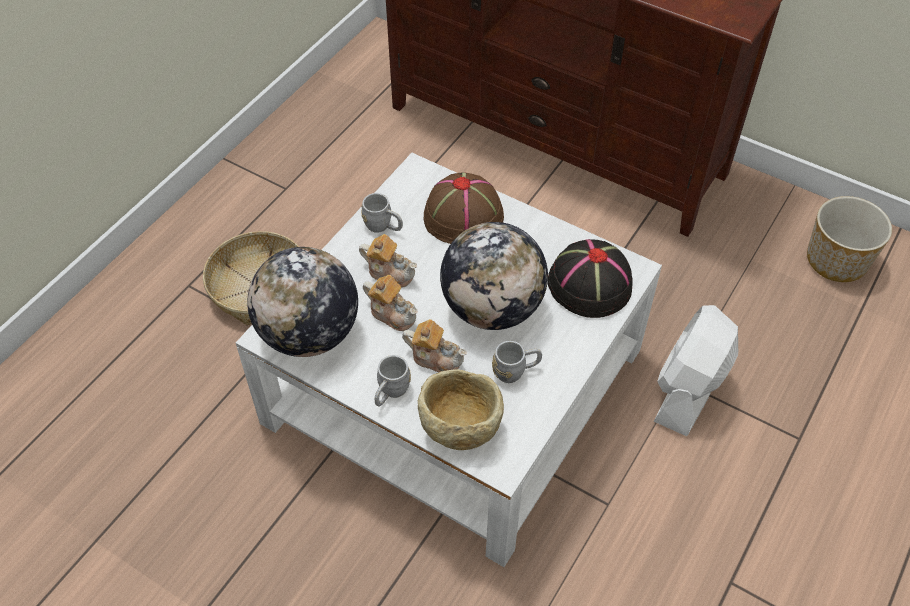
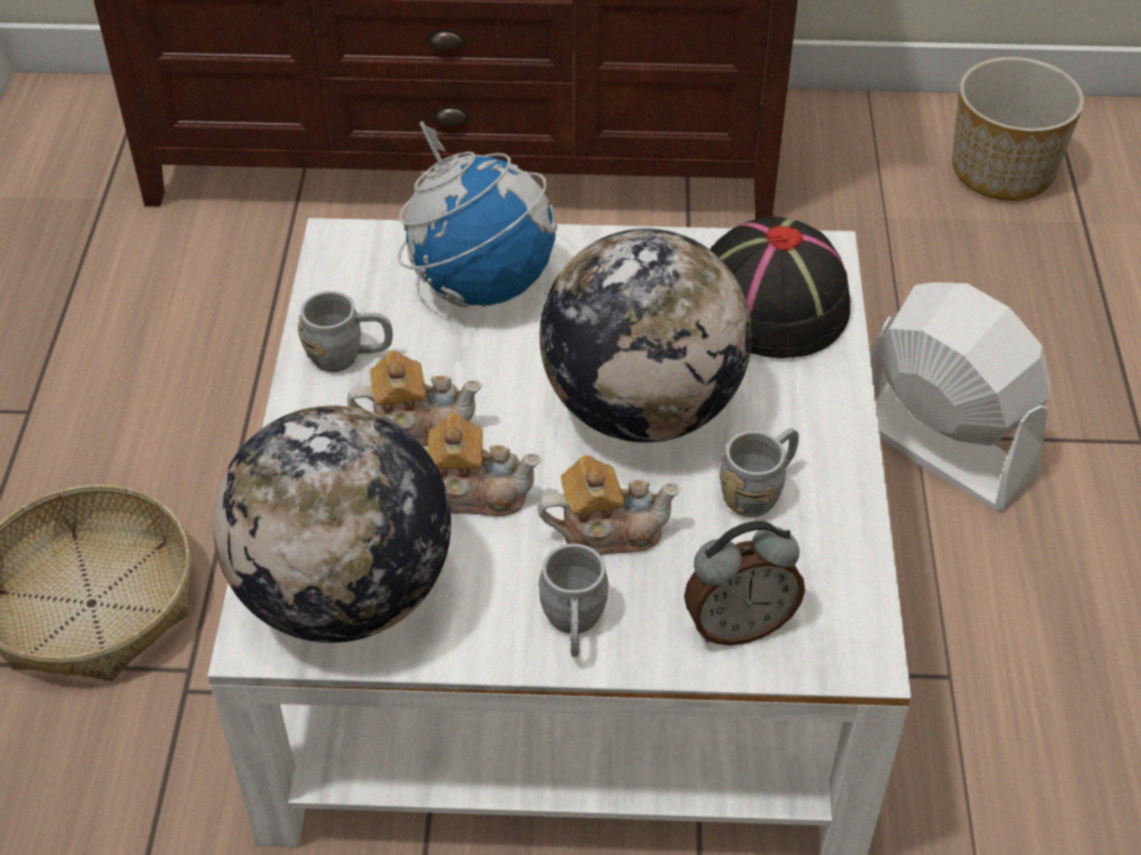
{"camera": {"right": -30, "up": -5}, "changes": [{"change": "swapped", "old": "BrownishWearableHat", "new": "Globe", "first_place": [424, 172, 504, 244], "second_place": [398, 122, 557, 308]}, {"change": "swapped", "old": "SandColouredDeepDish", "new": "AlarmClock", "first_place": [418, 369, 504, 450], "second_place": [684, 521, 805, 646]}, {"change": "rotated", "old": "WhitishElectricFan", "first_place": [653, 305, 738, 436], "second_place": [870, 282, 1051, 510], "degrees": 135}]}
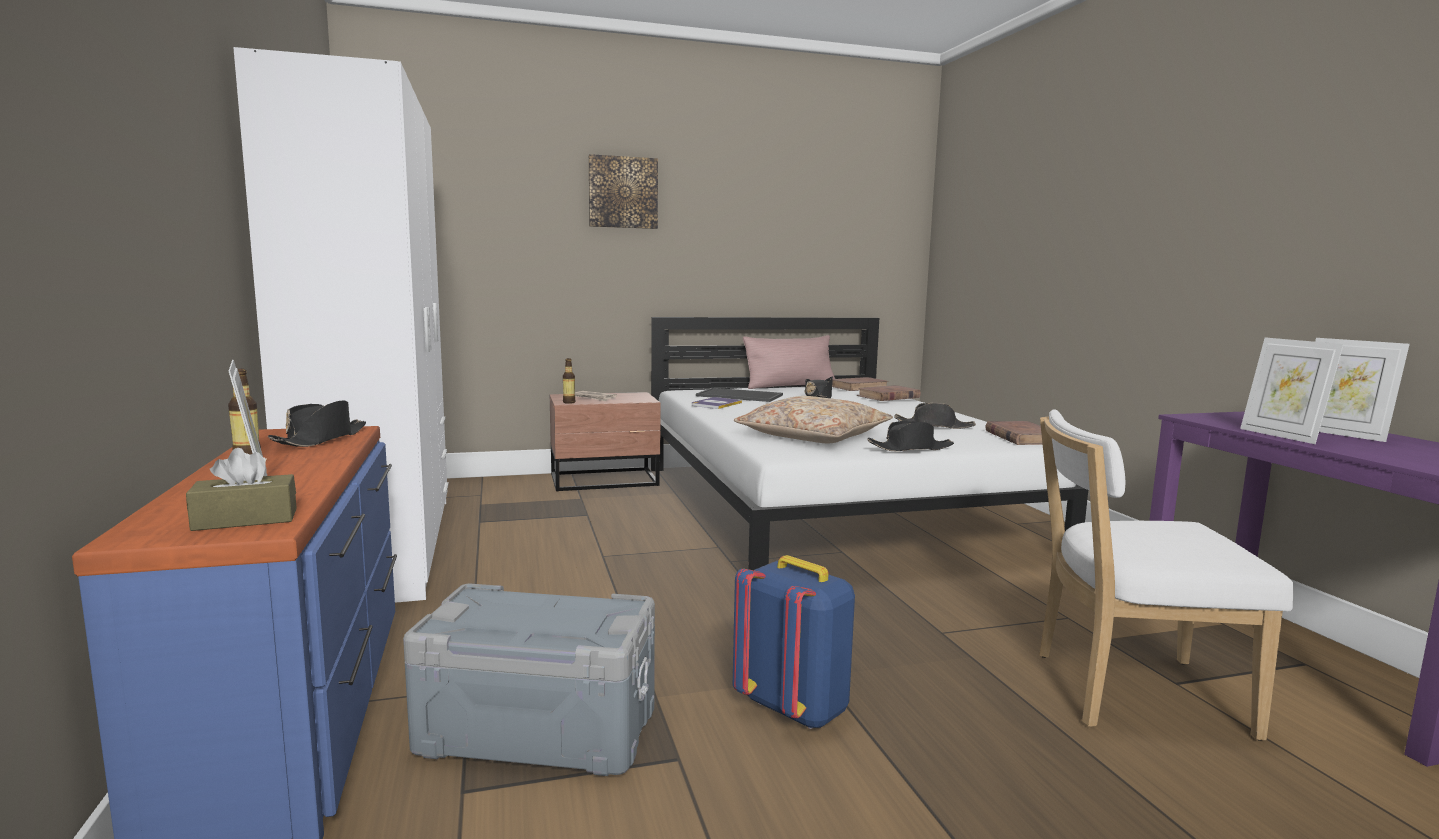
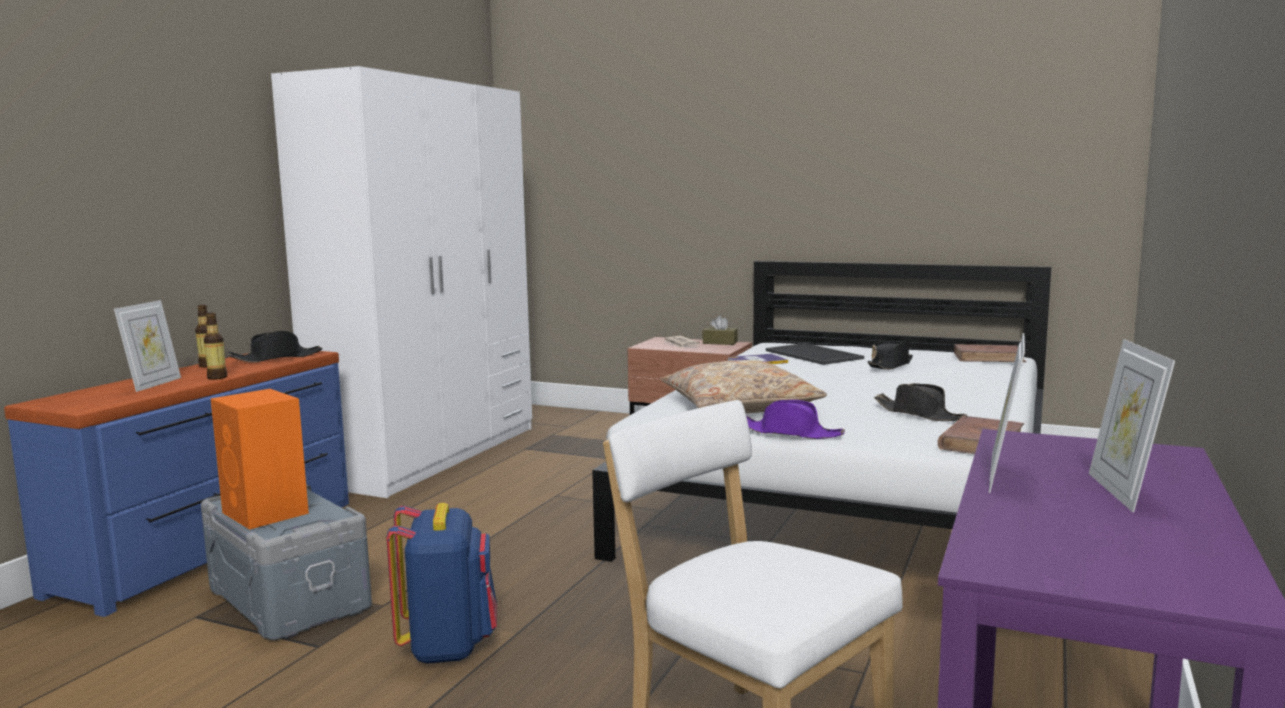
{"camera": {"right": 40, "up": 0}, "changes": [{"change": "shifted", "old": "Bottle", "first_place": [563, 358, 575, 404], "second_place": [204, 313, 227, 380]}, {"change": "new", "new": "OrangeColouredAudioSpeaker", "second_place": [211, 389, 309, 530]}, {"change": "shifted", "old": "BrownishBoxOfTissues", "first_place": [186, 448, 297, 531], "second_place": [703, 316, 738, 345]}, {"change": "repainted", "old": "BlackWearableHat", "new": "PurpleWearableHat", "first_place": [867, 421, 954, 451], "second_place": [746, 400, 845, 439]}, {"change": "gone", "old": "WallPicture", "first_place": [589, 154, 658, 229]}, {"change": "gone", "old": "PinkColouredCushion", "first_place": [743, 335, 835, 389]}, {"change": "gone", "old": "BrownishBoundBook", "first_place": [857, 385, 921, 401]}]}
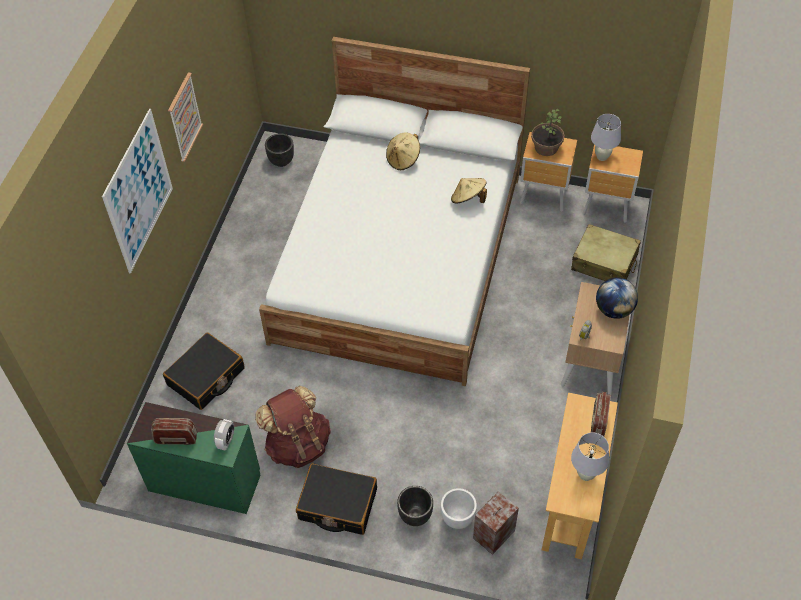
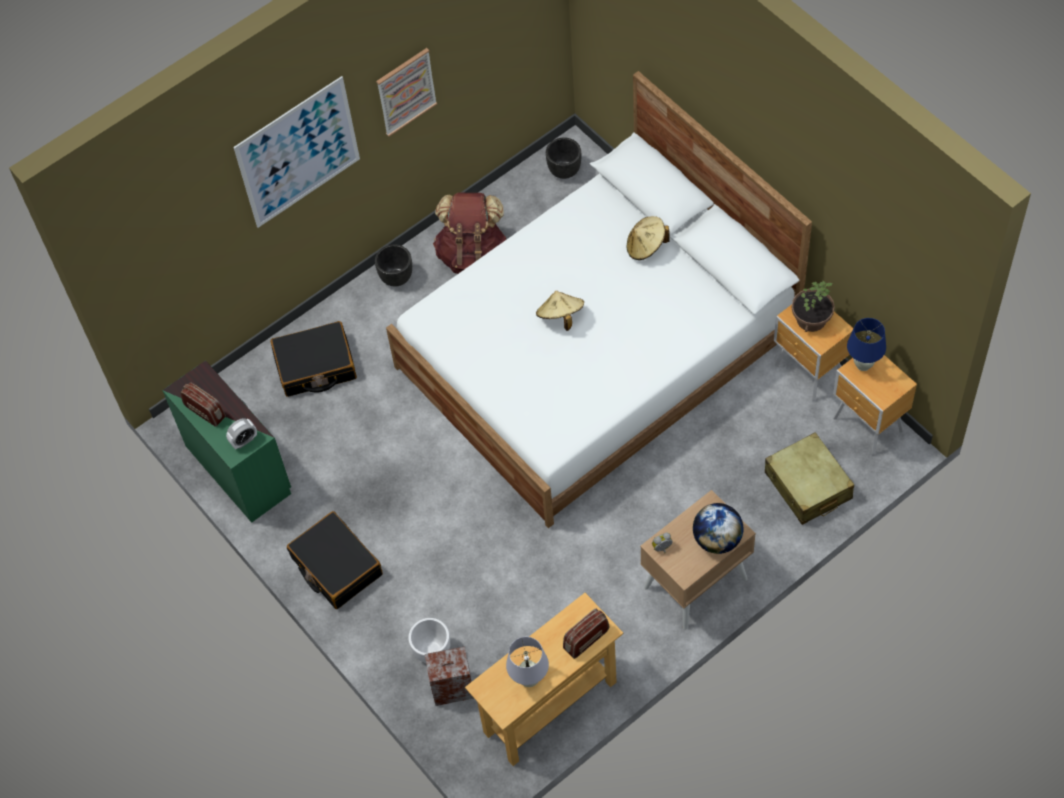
{"camera": {"right": 40, "up": 5}, "changes": [{"change": "shifted", "old": "BlackPlantPot", "first_place": [397, 486, 433, 526], "second_place": [375, 244, 412, 287]}, {"change": "shifted", "old": "BrownishBackpack", "first_place": [255, 386, 331, 468], "second_place": [433, 193, 506, 274]}, {"change": "shifted", "old": "SandColouredWearableHat", "first_place": [451, 178, 487, 203], "second_place": [536, 291, 584, 331]}, {"change": "repainted", "old": "WhitishTableLamp", "new": "BluishTableLamp", "first_place": [591, 114, 621, 161], "second_place": [847, 318, 886, 371]}]}
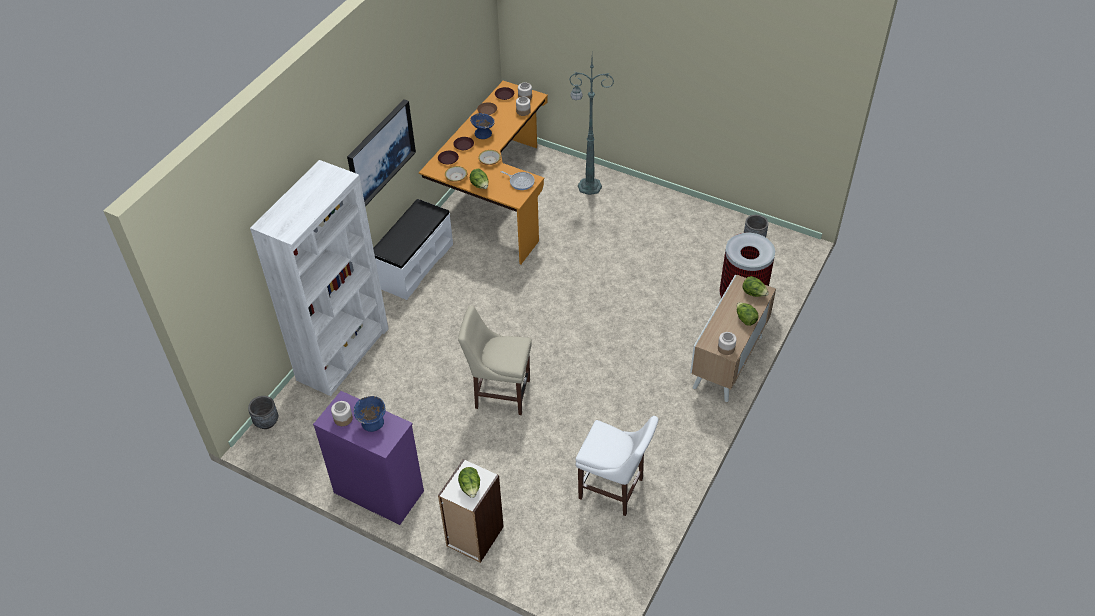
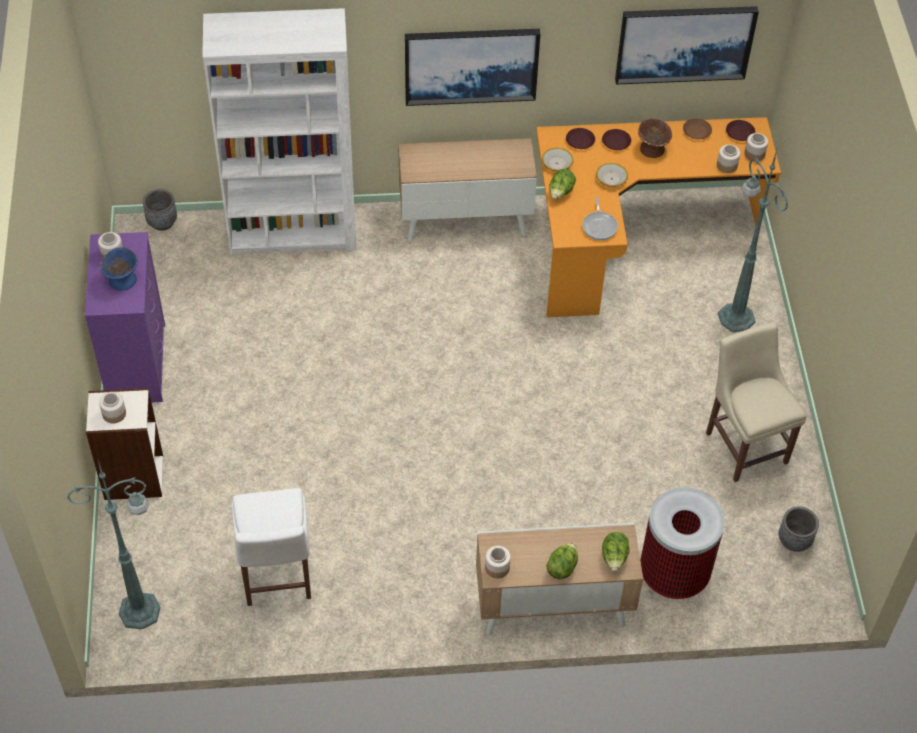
{"camera": {"right": 55, "up": 5}, "changes": [{"change": "new", "new": "GreenishStandingLamp", "second_place": [67, 460, 160, 629]}, {"change": "swapped", "old": "LettuceHead", "new": "StorageJar", "first_place": [458, 467, 480, 498], "second_place": [99, 392, 126, 423]}, {"change": "swapped", "old": "WhitishBench", "new": "Cupboard", "first_place": [373, 199, 453, 300], "second_place": [399, 138, 537, 241]}, {"change": "new", "new": "WallPicture", "second_place": [615, 6, 759, 85]}, {"change": "repainted", "old": "BluishDeepDish", "new": "BrownishDeepDish", "first_place": [470, 113, 495, 139], "second_place": [638, 118, 672, 158]}, {"change": "shifted", "old": "SandColouredPlainChair", "first_place": [458, 306, 532, 415], "second_place": [706, 322, 807, 482]}]}
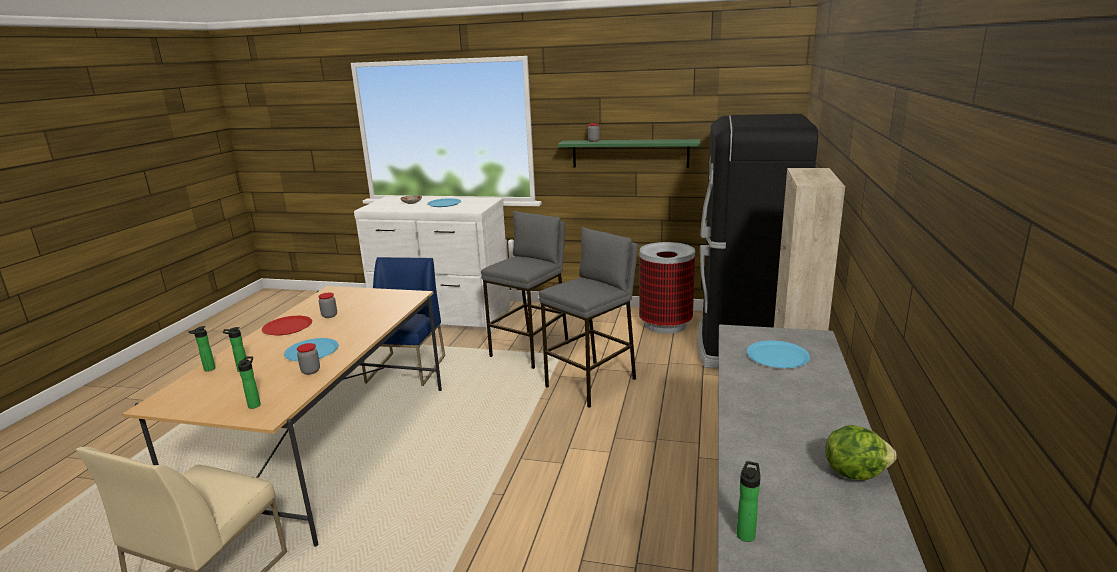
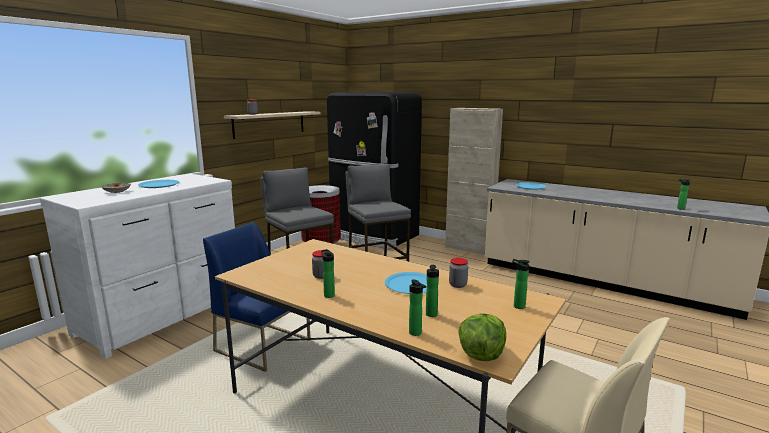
{"camera": {"right": -70, "up": -5}, "changes": [{"change": "repainted", "old": "GreenishShelf", "new": "SandColouredShelf", "first_place": [558, 139, 701, 168], "second_place": [224, 111, 321, 139]}, {"change": "swapped", "old": "RedColouredDinnerPlate", "new": "Bottle", "first_place": [262, 316, 312, 335], "second_place": [321, 249, 335, 298]}, {"change": "shifted", "old": "LettuceHead", "first_place": [825, 425, 897, 480], "second_place": [459, 313, 506, 361]}]}
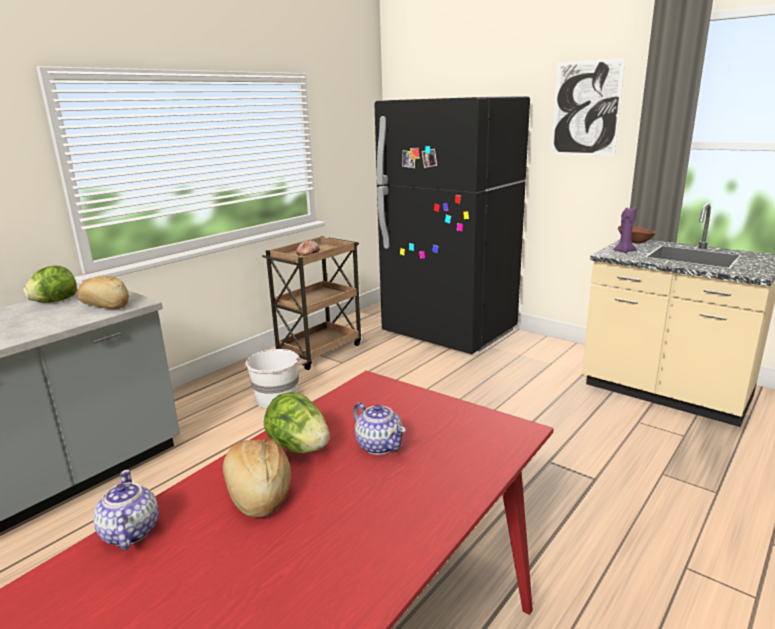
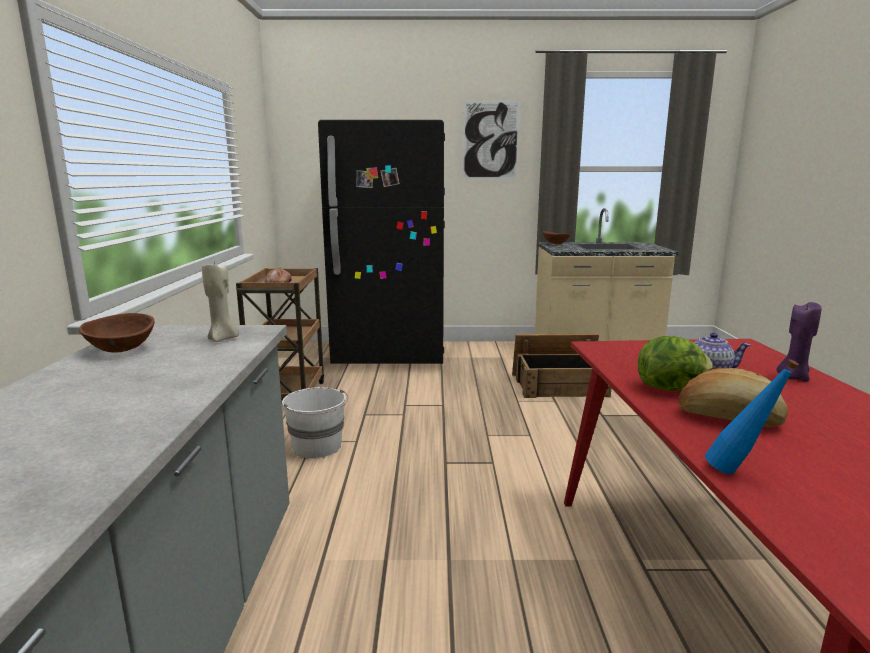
{"camera": {"right": -40, "up": -5}, "changes": [{"change": "swapped", "old": "LettuceHead", "new": "BrownishDeepDish", "first_place": [23, 265, 77, 303], "second_place": [79, 313, 155, 353]}, {"change": "swapped", "old": "Bread", "new": "SandColouredWaxLight", "first_place": [77, 276, 129, 309], "second_place": [202, 263, 239, 342]}, {"change": "new", "new": "ShippingCrate", "second_place": [512, 334, 611, 398]}, {"change": "swapped", "old": "Teapot", "new": "BluishBottle", "first_place": [93, 470, 159, 550], "second_place": [705, 359, 799, 474]}, {"change": "shifted", "old": "PurpleWaxLight", "first_place": [613, 207, 637, 253], "second_place": [776, 302, 822, 382]}]}
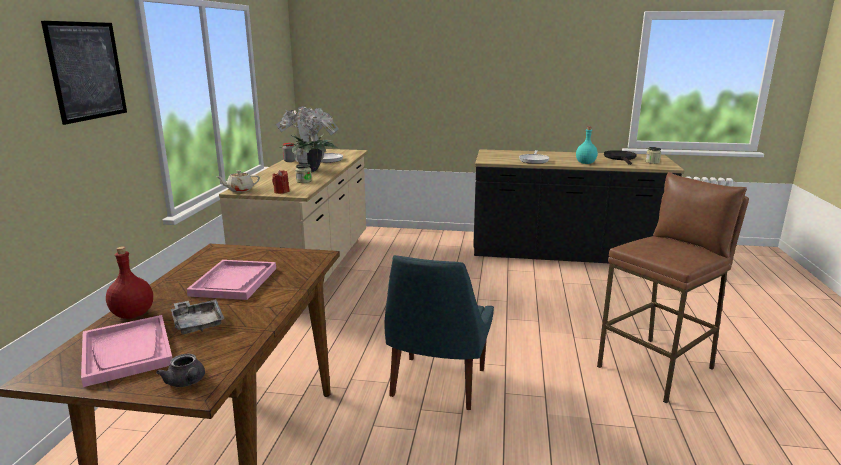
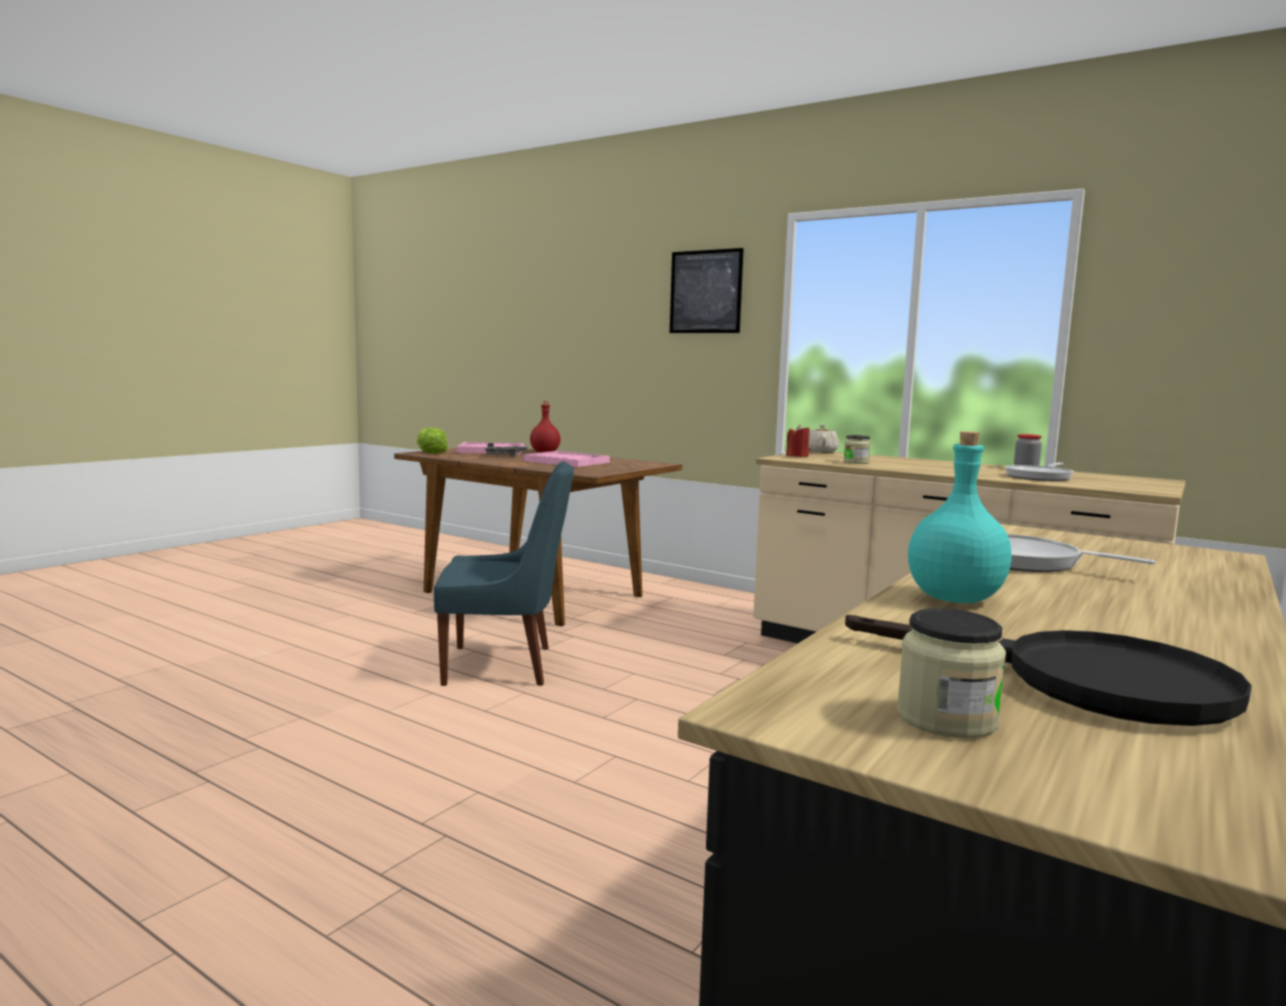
{"camera": {"right": 115, "up": -10}, "changes": [{"change": "swapped", "old": "GrayTeapot", "new": "LettuceHead", "first_place": [156, 354, 205, 387], "second_place": [417, 428, 448, 454]}, {"change": "rotated", "old": "BluishPlainChair", "first_place": [385, 255, 494, 410], "second_place": [434, 461, 574, 686], "degrees": 135}, {"change": "gone", "old": "PottedPlant", "first_place": [276, 106, 339, 172]}, {"change": "gone", "old": "BrownishStool", "first_place": [597, 172, 749, 403]}]}
